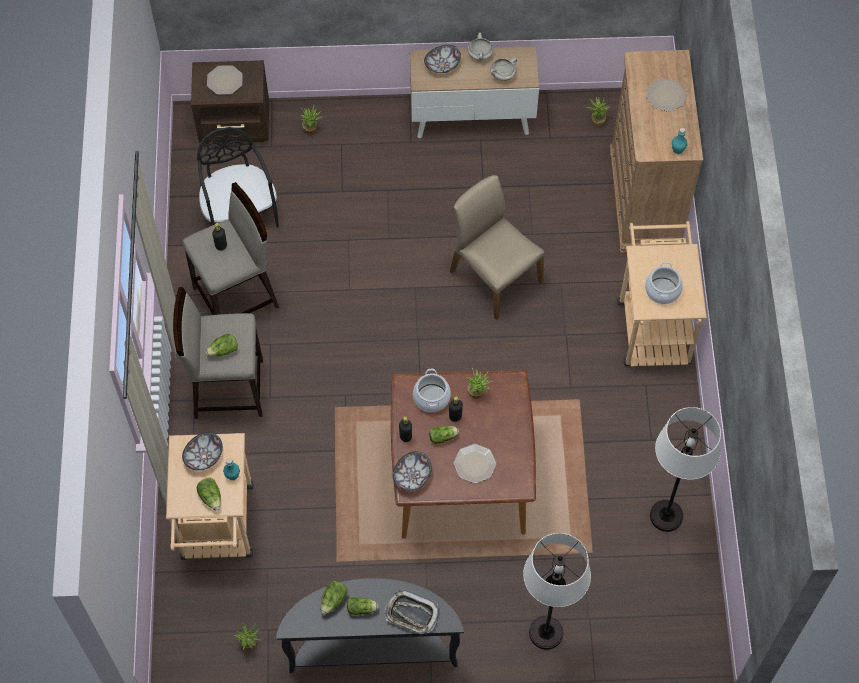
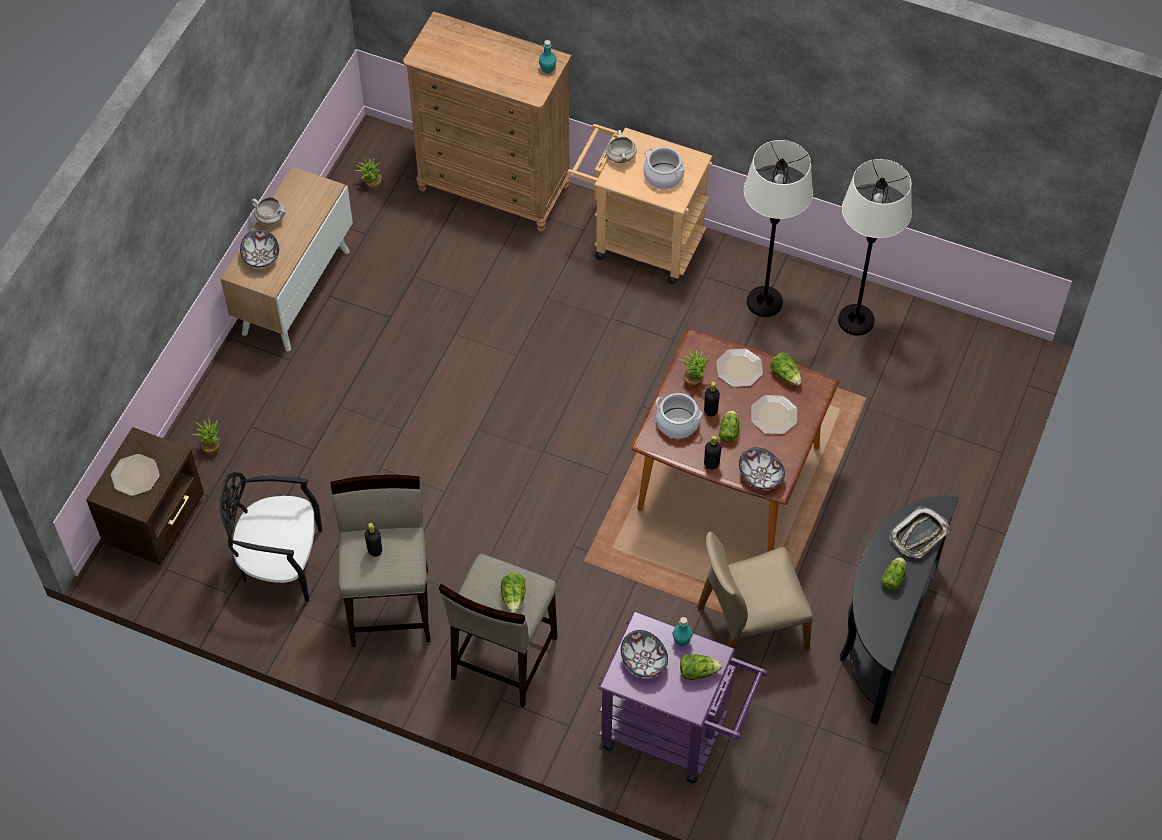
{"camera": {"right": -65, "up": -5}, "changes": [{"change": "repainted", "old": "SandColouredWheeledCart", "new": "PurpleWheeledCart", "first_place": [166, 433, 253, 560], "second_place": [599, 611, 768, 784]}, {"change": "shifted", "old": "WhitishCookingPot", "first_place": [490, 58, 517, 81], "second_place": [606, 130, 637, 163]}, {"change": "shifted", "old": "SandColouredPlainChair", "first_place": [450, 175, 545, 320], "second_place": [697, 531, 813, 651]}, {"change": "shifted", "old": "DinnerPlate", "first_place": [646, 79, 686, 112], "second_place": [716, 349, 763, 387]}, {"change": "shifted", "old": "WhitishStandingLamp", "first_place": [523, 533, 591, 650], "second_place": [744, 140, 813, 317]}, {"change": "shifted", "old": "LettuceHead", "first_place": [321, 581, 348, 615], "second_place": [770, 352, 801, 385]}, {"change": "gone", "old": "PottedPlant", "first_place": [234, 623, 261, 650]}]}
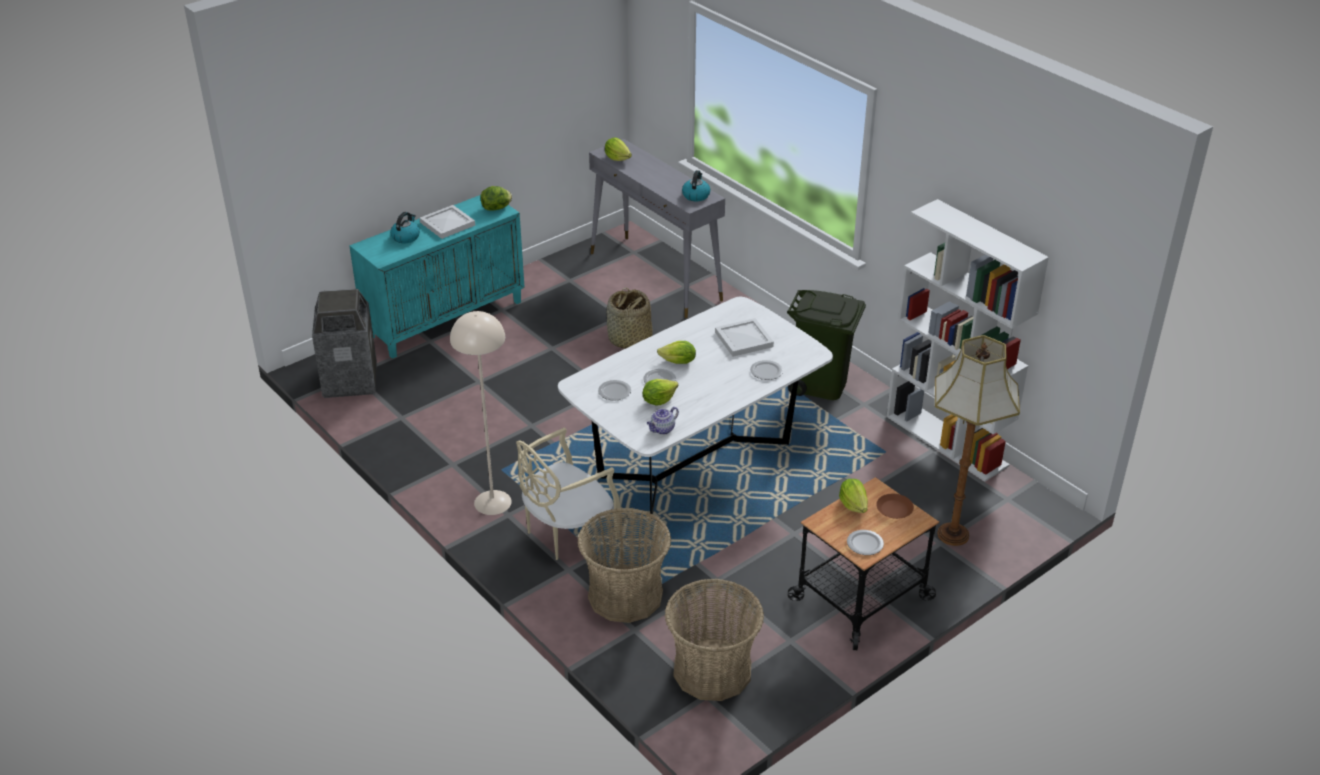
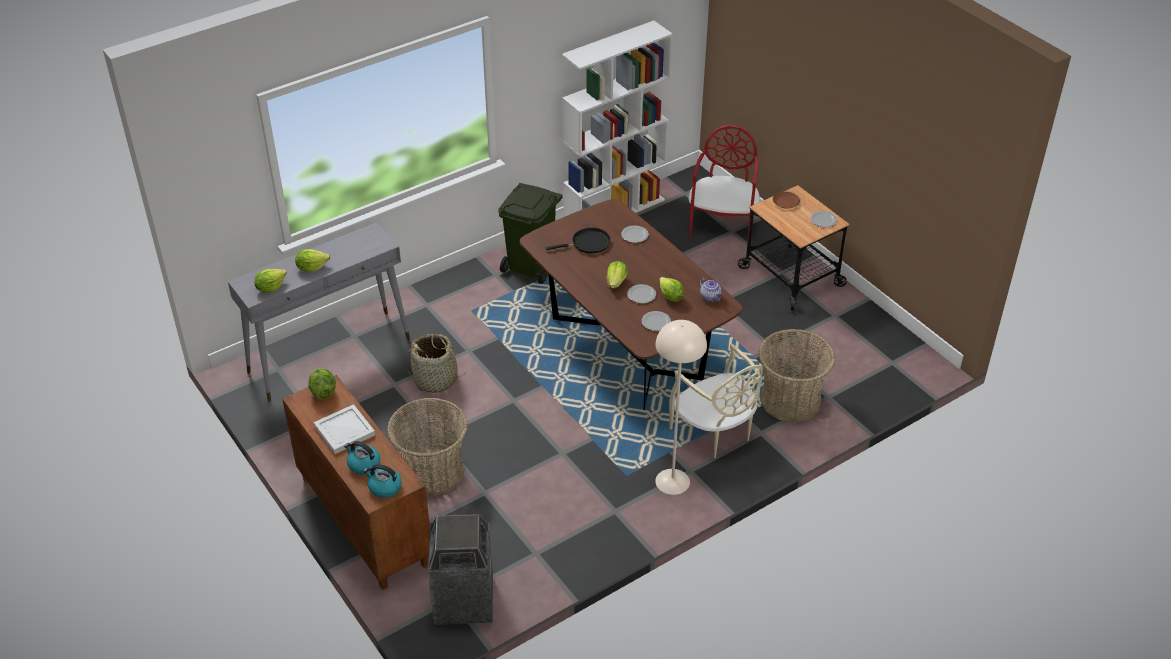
{"camera": {"right": -85, "up": 5}, "changes": [{"change": "repainted", "old": "TurquoiseColouredCupboard", "new": "BrownishCupboard", "first_place": [349, 195, 525, 359], "second_place": [282, 375, 430, 590]}, {"change": "shifted", "old": "LettuceHead", "first_place": [839, 479, 868, 513], "second_place": [295, 249, 330, 272]}, {"change": "shifted", "old": "Kettle", "first_place": [682, 170, 710, 202], "second_place": [363, 464, 402, 498]}, {"change": "shifted", "old": "Basket", "first_place": [665, 578, 764, 701], "second_place": [387, 398, 468, 496]}, {"change": "repainted", "old": "WhitishDinnerTable", "new": "BrownishDinnerTable", "first_place": [558, 297, 833, 521], "second_place": [520, 199, 742, 410]}, {"change": "swapped", "old": "WhitishCarryingTray", "new": "BlackFryingPan", "first_place": [715, 318, 774, 357], "second_place": [545, 228, 611, 253]}, {"change": "swapped", "old": "StandingLamp", "new": "RedColouredPlainChair", "first_place": [935, 335, 1020, 546], "second_place": [689, 125, 760, 243]}]}
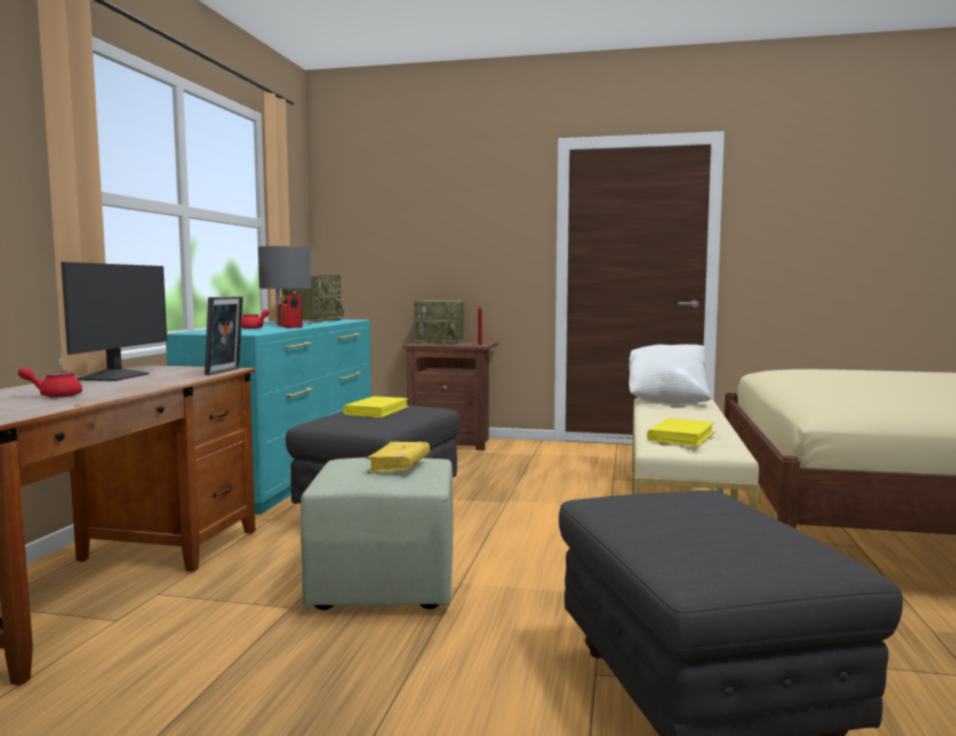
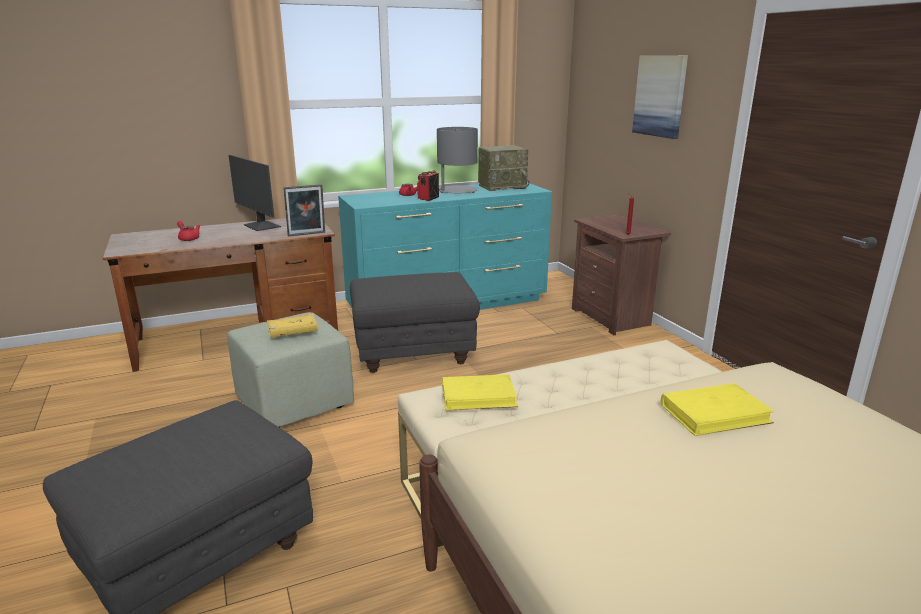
{"camera": {"right": 55, "up": 15}, "changes": [{"change": "rotated", "old": "ComputerScreen", "first_place": [61, 262, 167, 381], "second_place": [229, 155, 281, 231], "degrees": 75}, {"change": "new", "new": "WallPicture", "second_place": [632, 55, 688, 139]}, {"change": "shifted", "old": "YellowishBoundBook", "first_place": [343, 396, 410, 418], "second_place": [661, 383, 774, 436]}, {"change": "gone", "old": "Radio", "first_place": [414, 300, 464, 344]}, {"change": "gone", "old": "WhitishCushion", "first_place": [629, 344, 711, 404]}]}
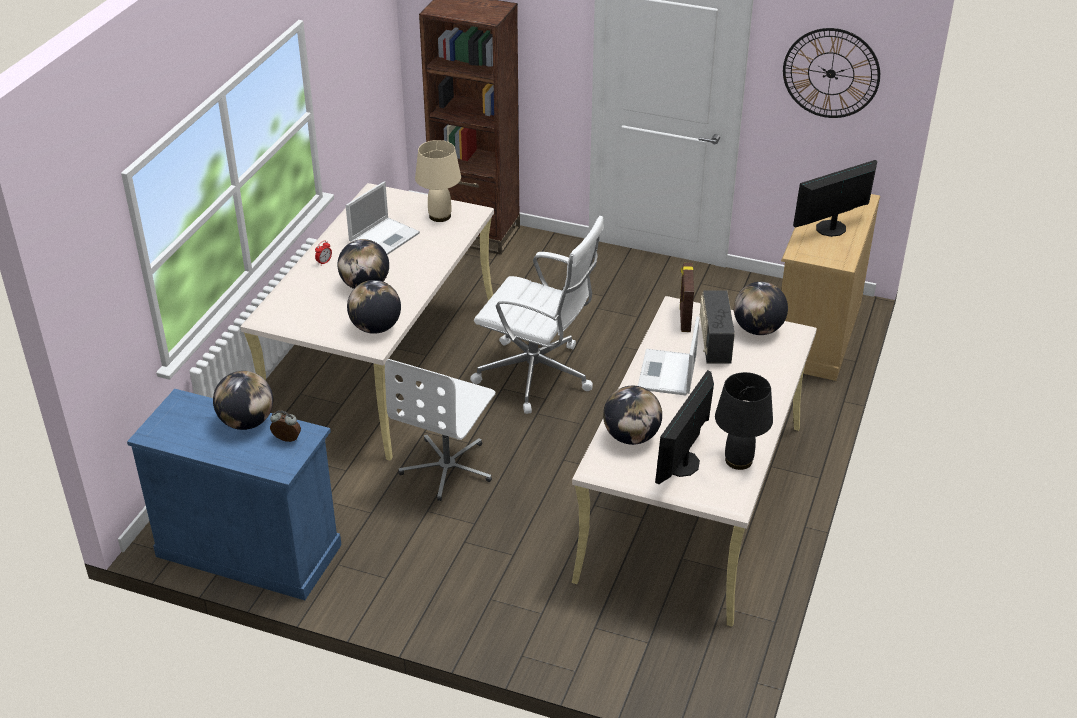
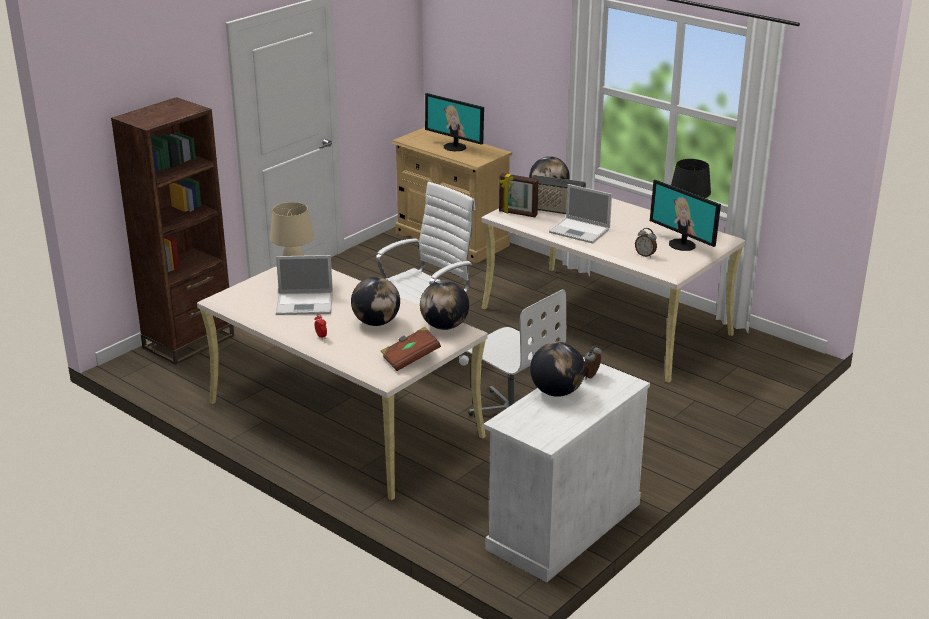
{"camera": {"right": -70, "up": -10}, "changes": [{"change": "rotated", "old": "NotebookComputer", "first_place": [346, 181, 420, 255], "second_place": [276, 255, 333, 315], "degrees": 120}, {"change": "new", "new": "BrownishBoundBook", "second_place": [381, 327, 441, 371]}, {"change": "rotated", "old": "ComputerScreen", "first_place": [793, 160, 877, 237], "second_place": [425, 93, 484, 152], "degrees": -45}, {"change": "repainted", "old": "BluishCupboard", "new": "WhitishCupboard", "first_place": [127, 389, 342, 600], "second_place": [483, 357, 650, 582]}, {"change": "swapped", "old": "Globe", "new": "AlarmClock", "first_place": [603, 386, 662, 445], "second_place": [635, 228, 657, 258]}, {"change": "gone", "old": "WallClock", "first_place": [783, 28, 880, 118]}]}
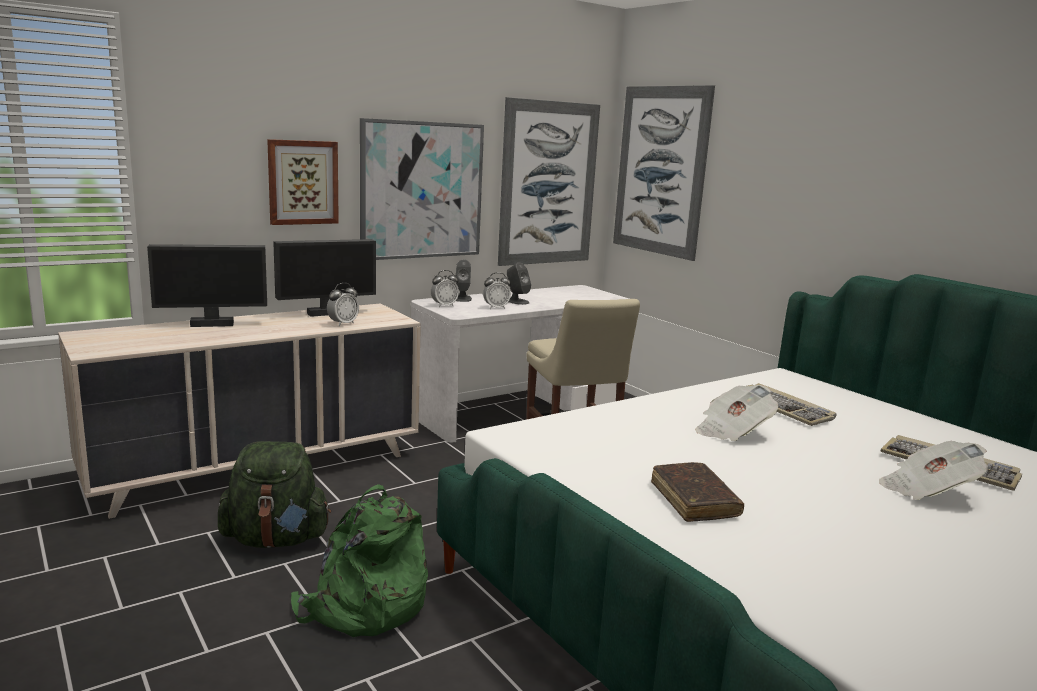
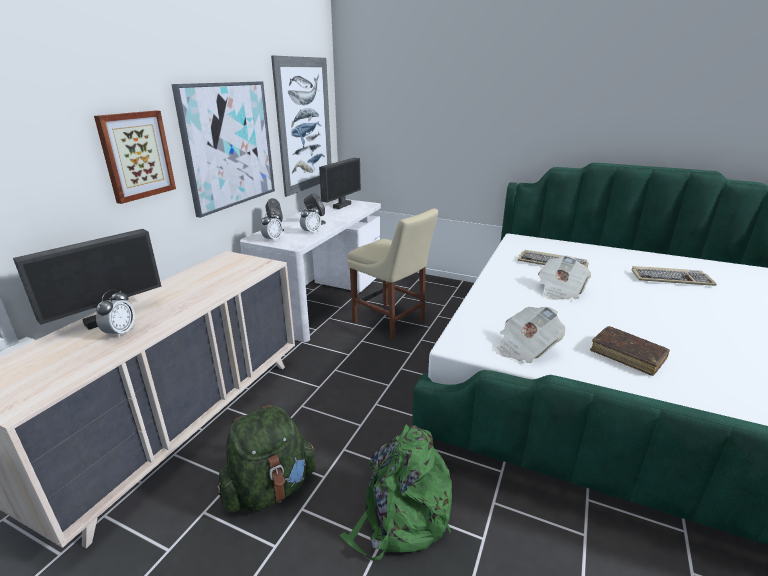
{"camera": {"right": -30, "up": 10}, "changes": [{"change": "shifted", "old": "AlarmClock", "first_place": [327, 283, 359, 326], "second_place": [96, 289, 135, 339]}, {"change": "shifted", "old": "ComputerScreen", "first_place": [273, 239, 376, 317], "second_place": [319, 158, 361, 209]}, {"change": "shifted", "old": "DailyPaper", "first_place": [879, 441, 988, 500], "second_place": [495, 307, 565, 363]}, {"change": "gone", "old": "WallPicture", "first_place": [613, 85, 715, 261]}]}
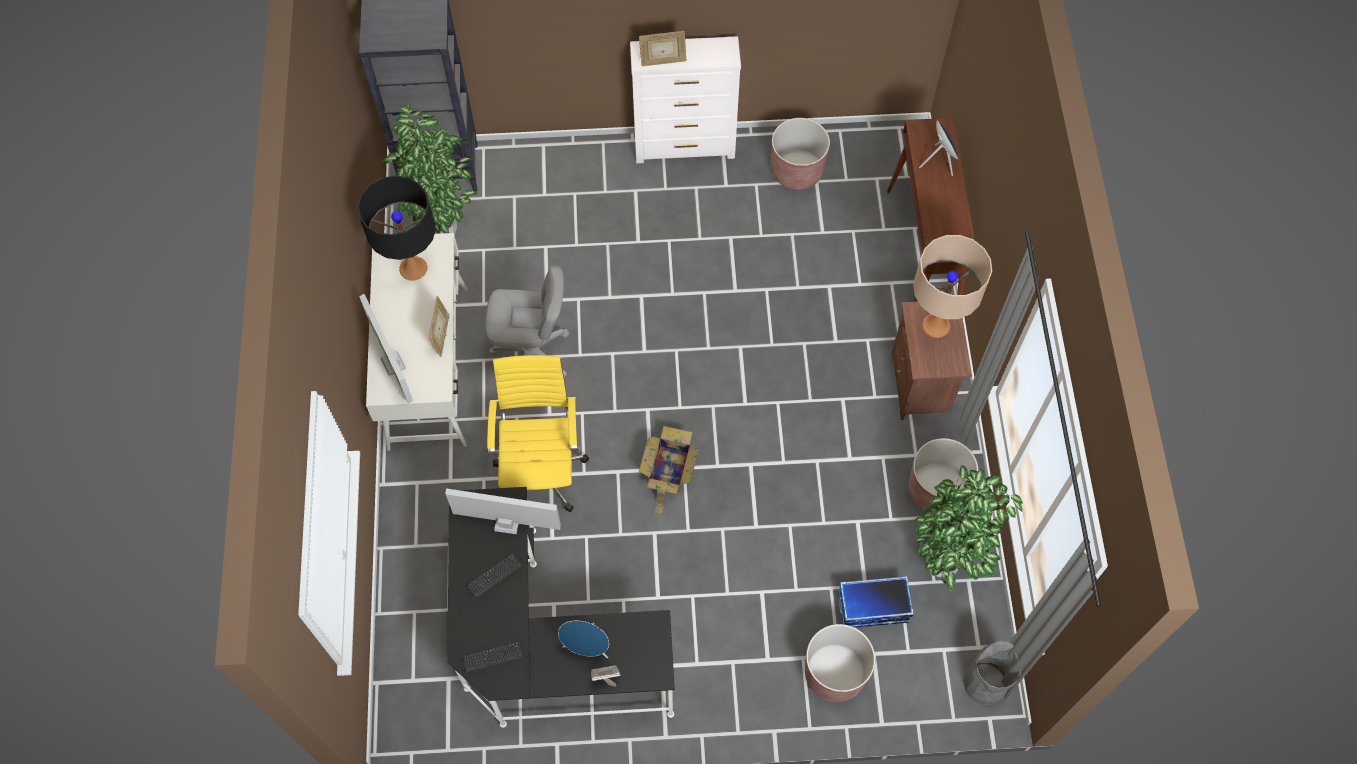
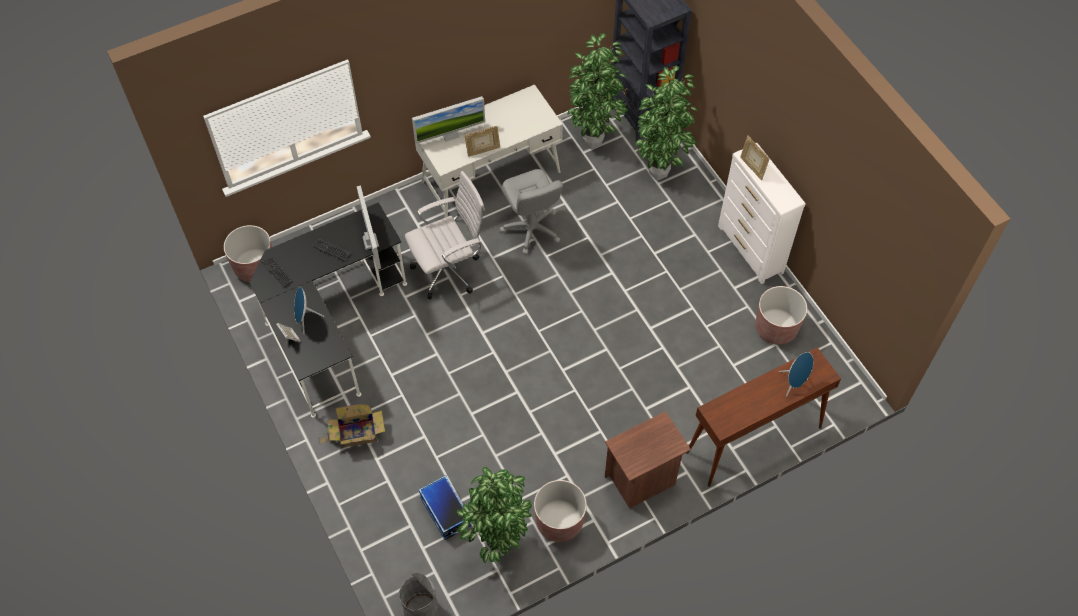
{"camera": {"right": 65, "up": -5}, "changes": [{"change": "shifted", "old": "BrownishPlantPot", "first_place": [805, 624, 875, 702], "second_place": [224, 225, 272, 282]}, {"change": "shifted", "old": "CardboardBox", "first_place": [639, 426, 699, 516], "second_place": [318, 404, 385, 448]}, {"change": "repainted", "old": "YellowishOfficeChair", "new": "WhitishOfficeChair", "first_place": [487, 355, 589, 512], "second_place": [405, 171, 485, 299]}, {"change": "rotated", "old": "ComputerScreen", "first_place": [359, 294, 413, 404], "second_place": [412, 96, 485, 143], "degrees": -150}, {"change": "new", "new": "PottedPlant", "second_place": [635, 66, 698, 181]}, {"change": "gone", "old": "BlackTableLamp", "first_place": [357, 175, 436, 280]}, {"change": "gone", "old": "SandColouredTableLamp", "first_place": [913, 235, 992, 338]}]}
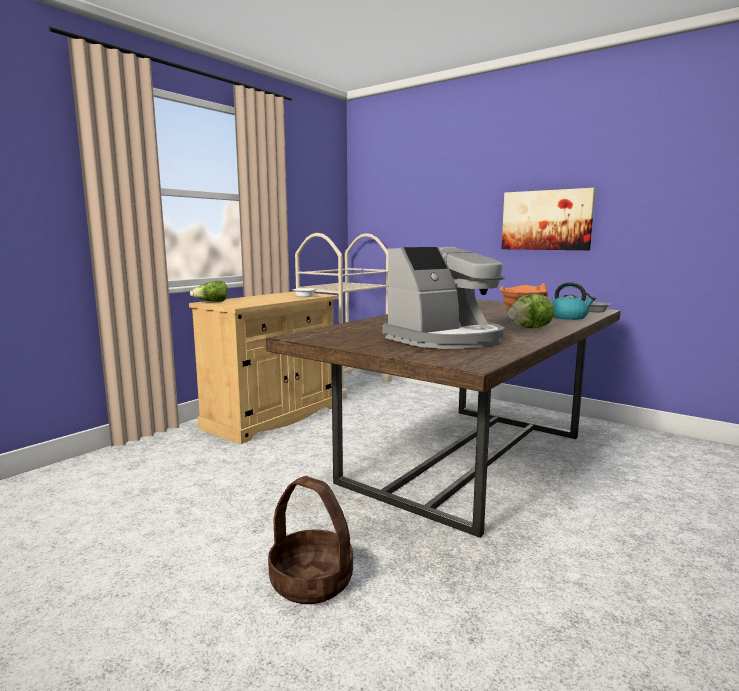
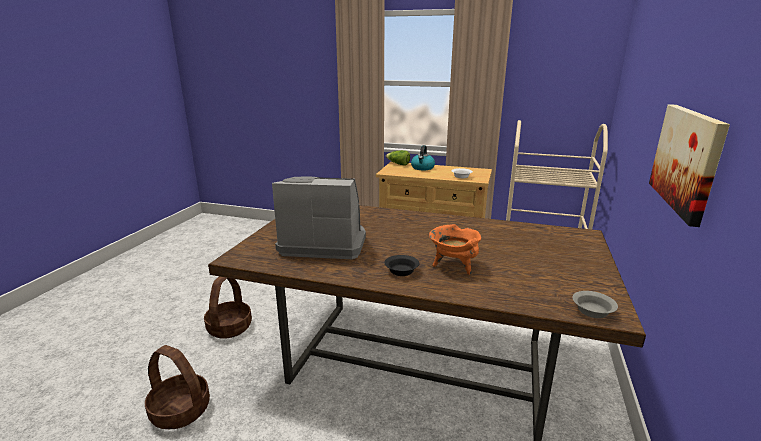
{"camera": {"right": 70, "up": 10}, "changes": [{"change": "new", "new": "Basket", "second_place": [145, 345, 210, 429]}, {"change": "rotated", "old": "CoffeeMachine", "first_place": [382, 247, 505, 349], "second_place": [272, 176, 366, 259], "degrees": 150}, {"change": "swapped", "old": "LettuceHead", "new": "BlackDeepDish", "first_place": [508, 294, 554, 328], "second_place": [384, 255, 419, 276]}, {"change": "shifted", "old": "Kettle", "first_place": [552, 282, 596, 320], "second_place": [411, 145, 435, 170]}]}
